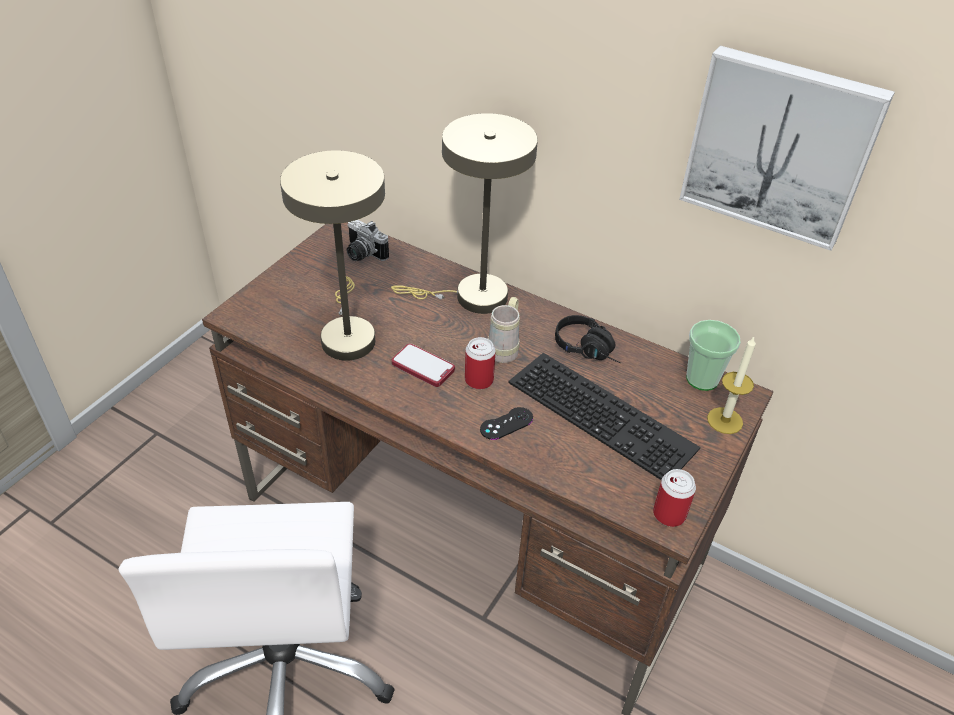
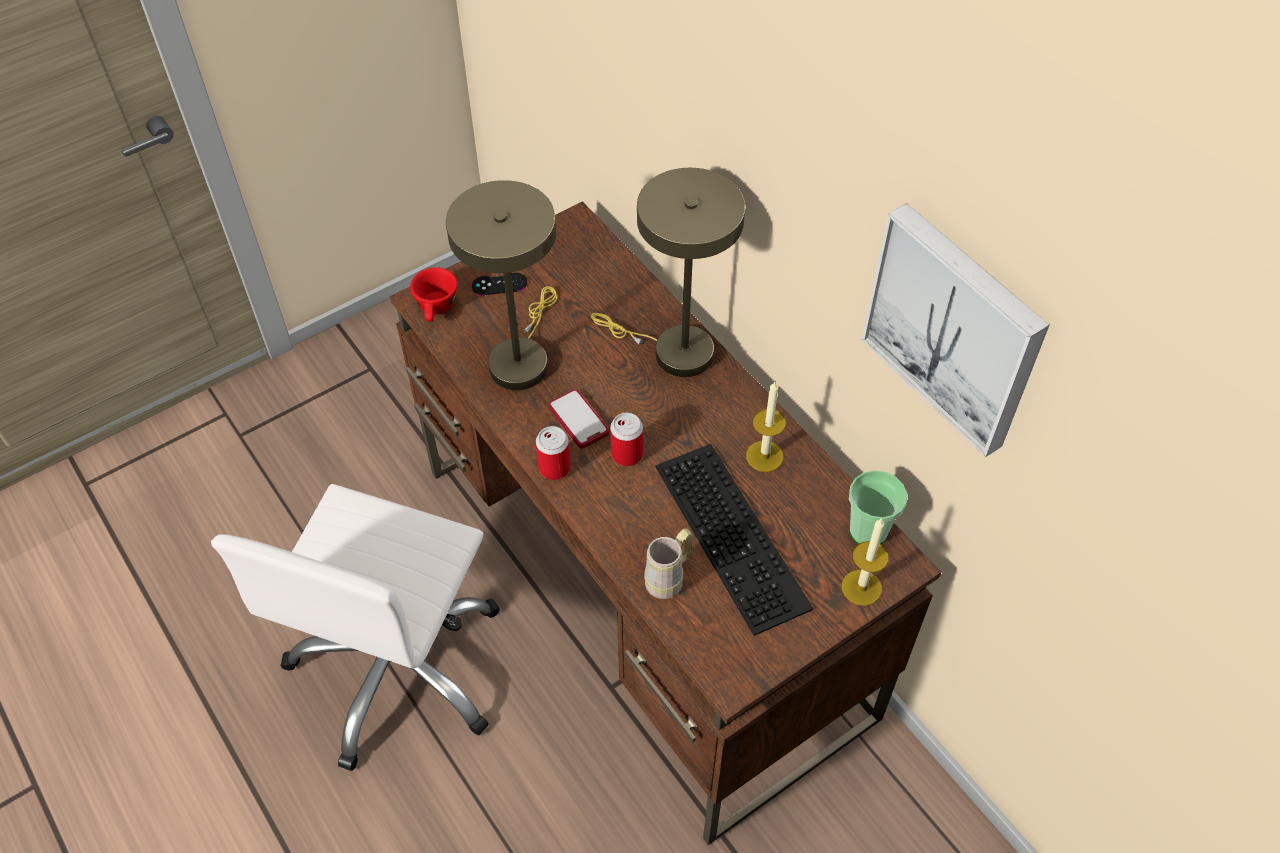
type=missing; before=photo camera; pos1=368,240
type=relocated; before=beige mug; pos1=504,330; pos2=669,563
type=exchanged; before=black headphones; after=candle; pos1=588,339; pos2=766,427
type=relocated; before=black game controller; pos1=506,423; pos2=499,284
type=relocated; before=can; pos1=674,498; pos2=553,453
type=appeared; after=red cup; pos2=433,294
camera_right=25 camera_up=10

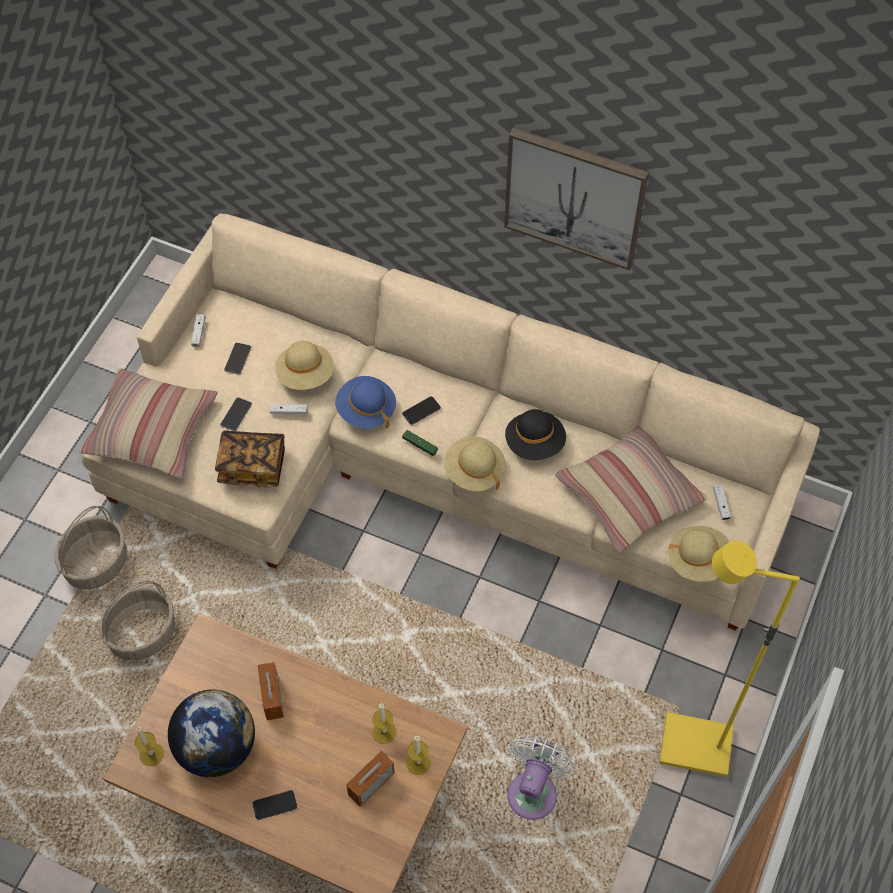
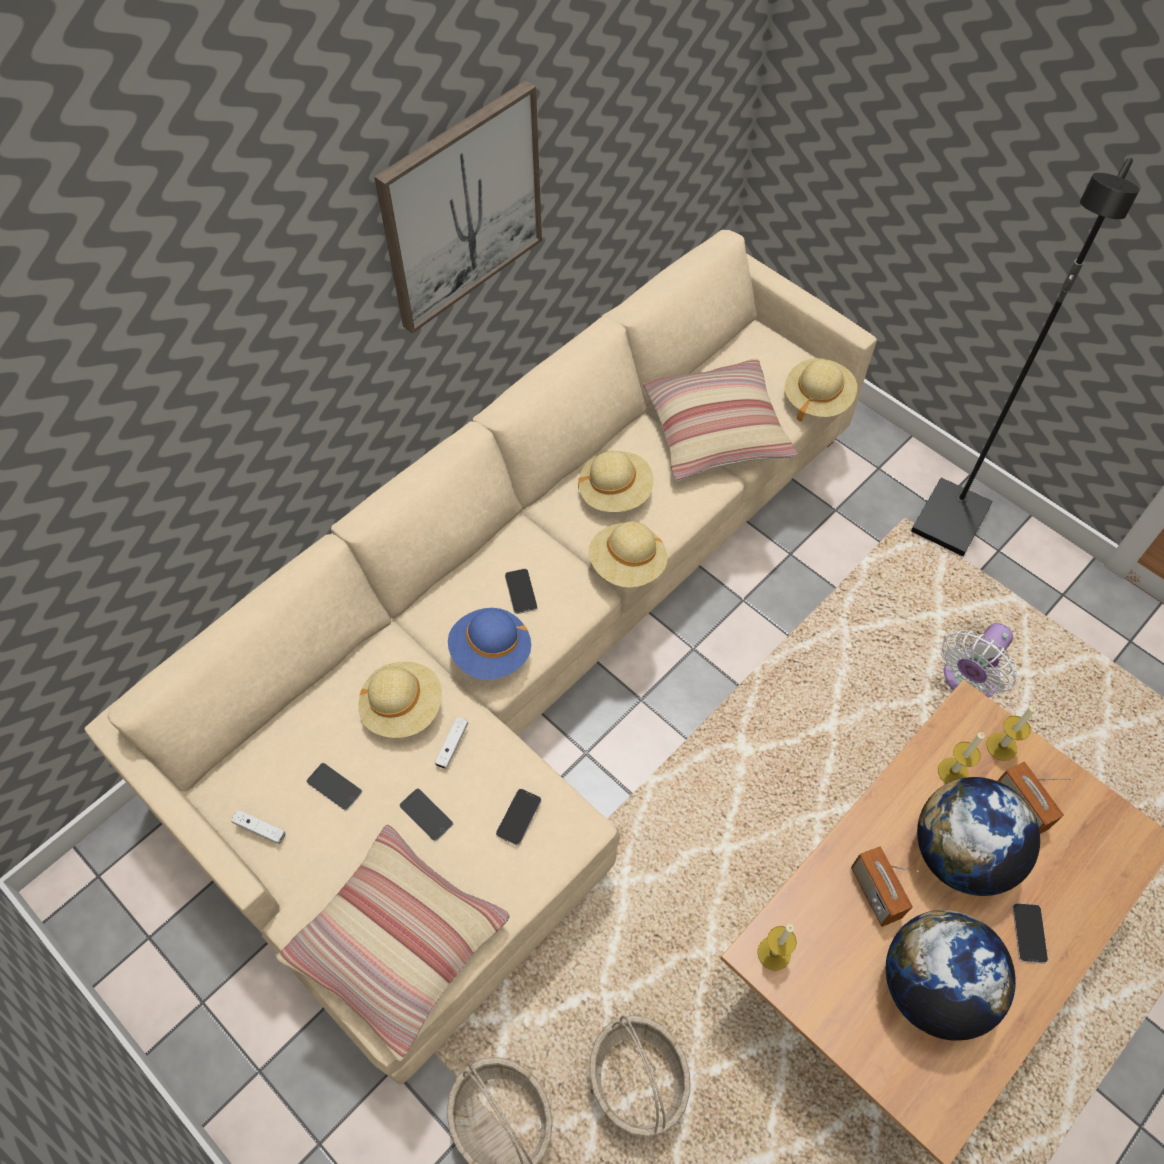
type=colour; before=black hat; after=beige hat; pos1=535,434; pos2=615,481
type=exchanged; before=book; after=phone; pos1=250,459; pos2=519,817
type=missing; before=green game controller; pos1=420,443
type=missing; before=white game controller; pos1=722,502
type=colour; before=yellow floor lamp; after=black floor lamp; pos1=729,658; pos2=1025,357
type=spun; before=radio; pos1=271,691; pos2=885,886; turn=60
type=relocated; before=candle; pos1=149,746; pos2=777,947
type=spun; before=white fan; pos1=542,777; pos2=978,660; turn=-90
type=appeared; after=globe; pos2=978,836
camera_right=-70 camera_up=0

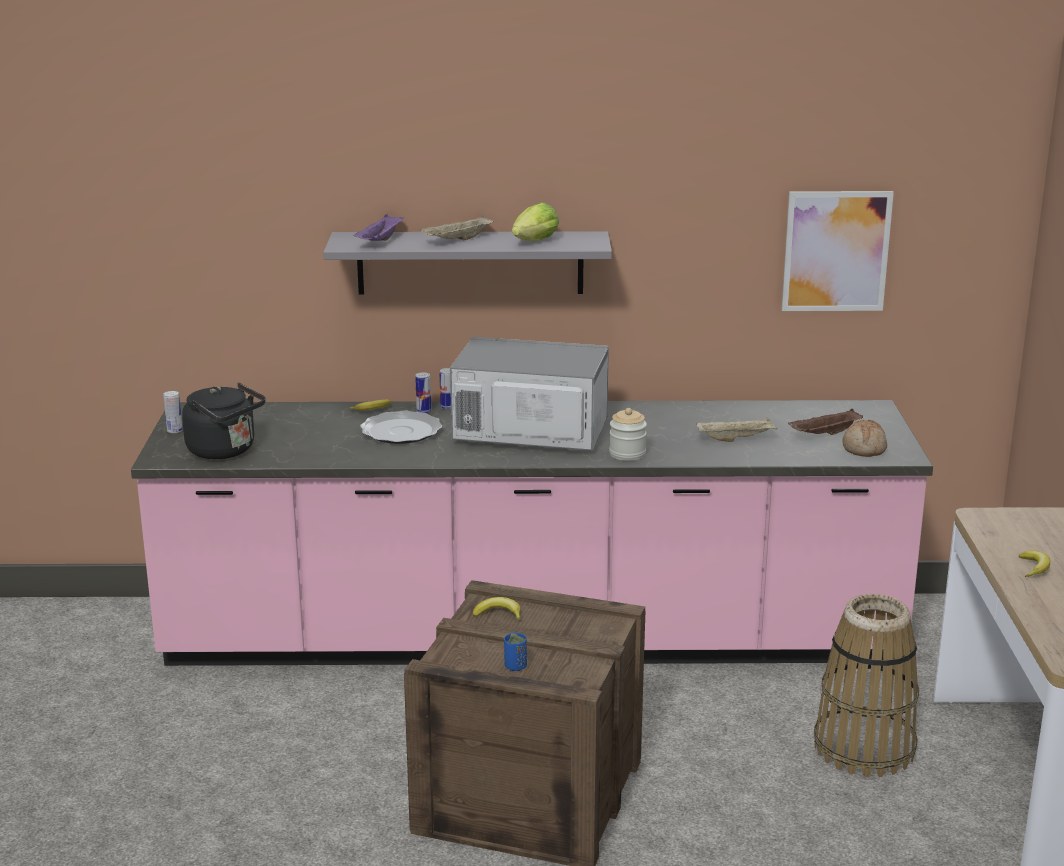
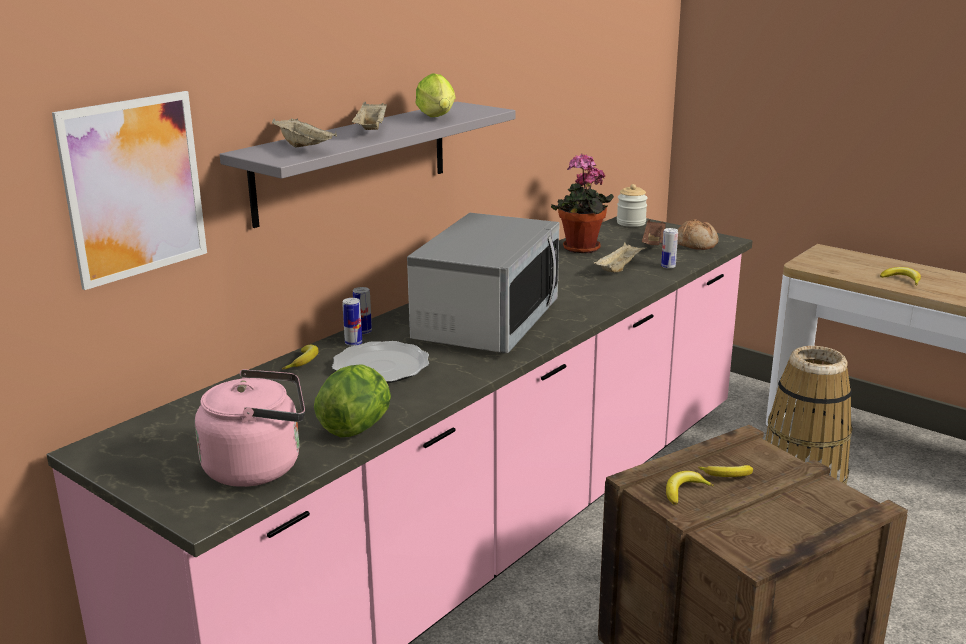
type=relocated; before=picture; pos1=838,251; pos2=129,190
type=colour; before=purple tray; after=beige tray; pos1=378,227; pos2=304,133
type=spun; before=microwave; pos1=529,394; pos2=483,283; turn=150
type=colour; before=black kettle; after=pink kettle; pos1=224,421; pos2=250,428
type=relocated; before=can; pos1=172,412; pos2=669,248
type=relocated; before=jar; pos1=628,434; pos2=632,205
type=missing; before=blue cup; pos1=515,652
type=appeared; after=potted plant; pos2=582,203
type=appeared; after=lettuce; pos2=352,400
type=appeared; after=banana; pos2=725,471
camera_right=-50 camera_up=0

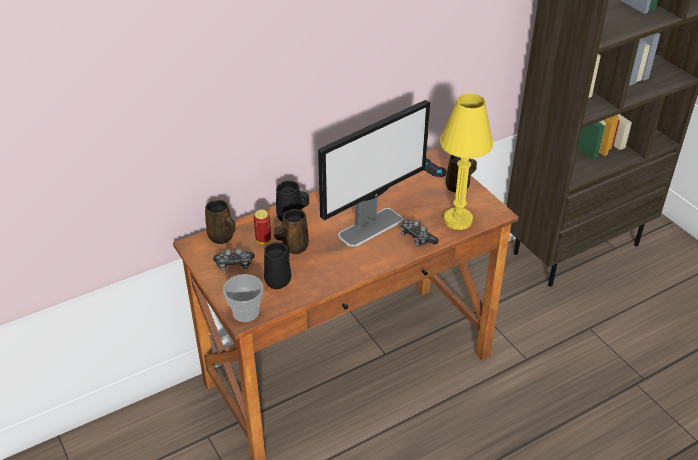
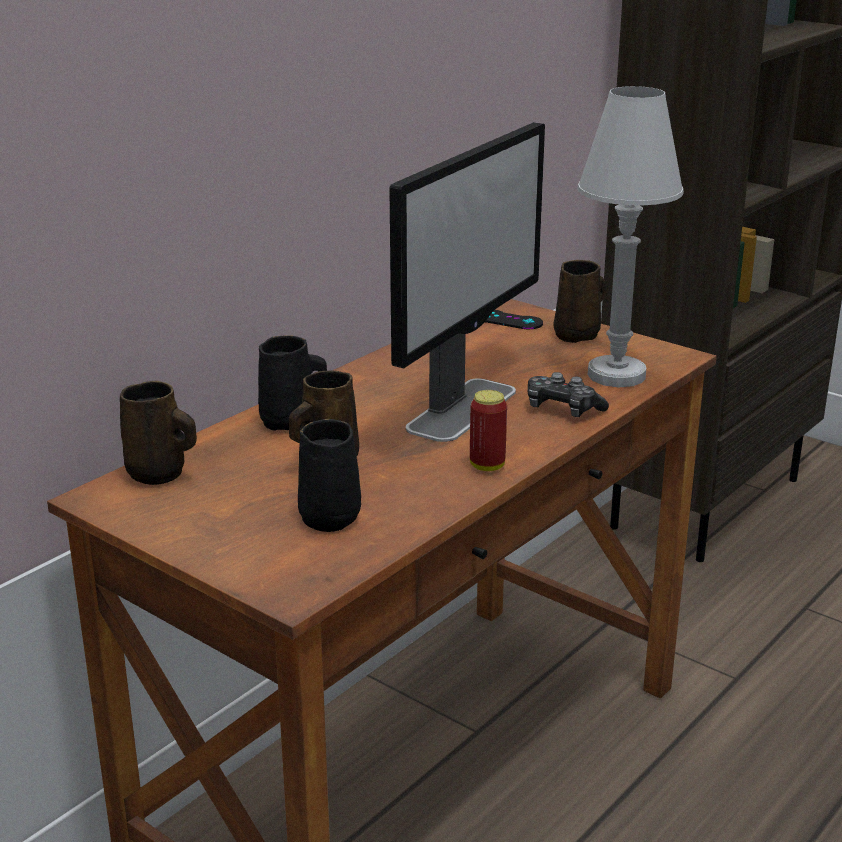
type=colour; before=yellow table lamp; after=white table lamp; pos1=466,161; pos2=630,236
type=relocated; before=can; pos1=262,227; pos2=488,430
type=missing; before=game controller; pos1=234,259
type=missing; before=cup; pos1=243,298
camera_right=-20 camera_up=-15

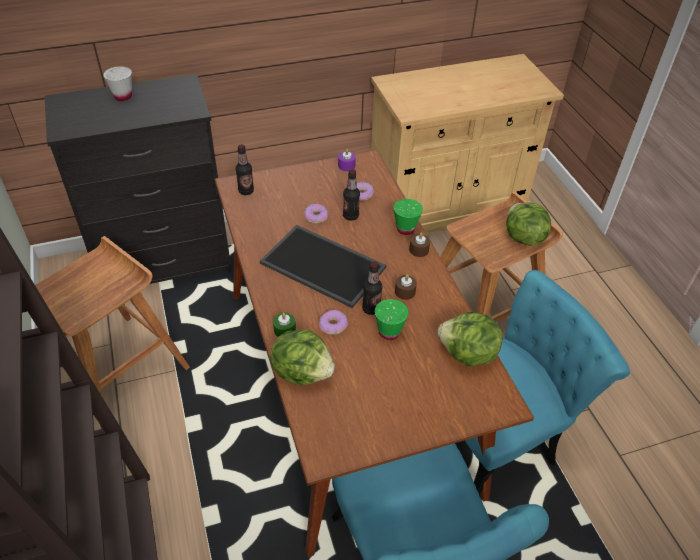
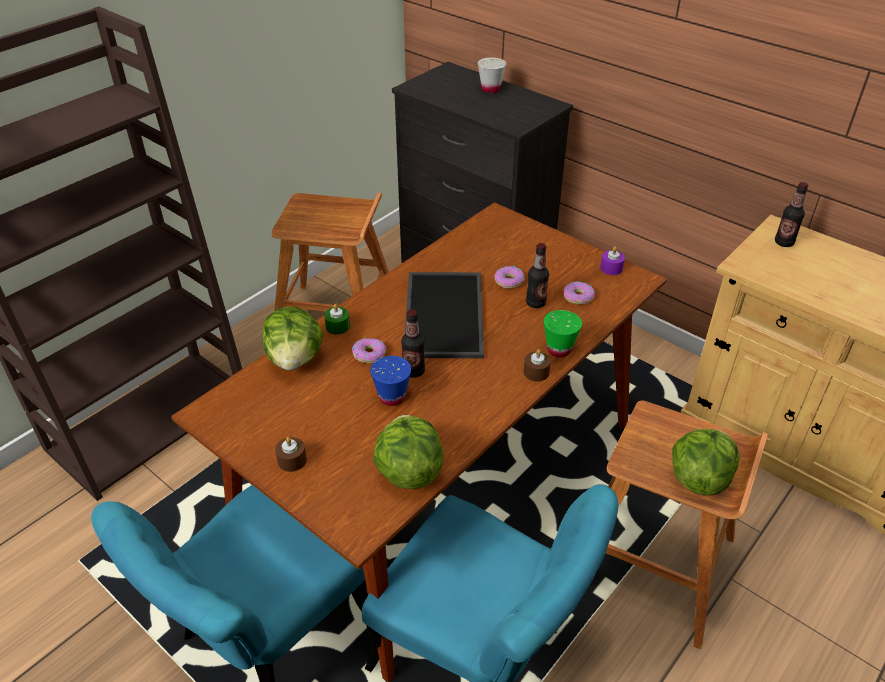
type=relocated; before=bottle; pos1=245,169; pos2=791,214
type=relocated; before=brown candle; pos1=406,287; pos2=291,454
type=colour; before=green cup; after=blue cup; pos1=392,319; pos2=390,381
camera_right=60 camera_up=-5

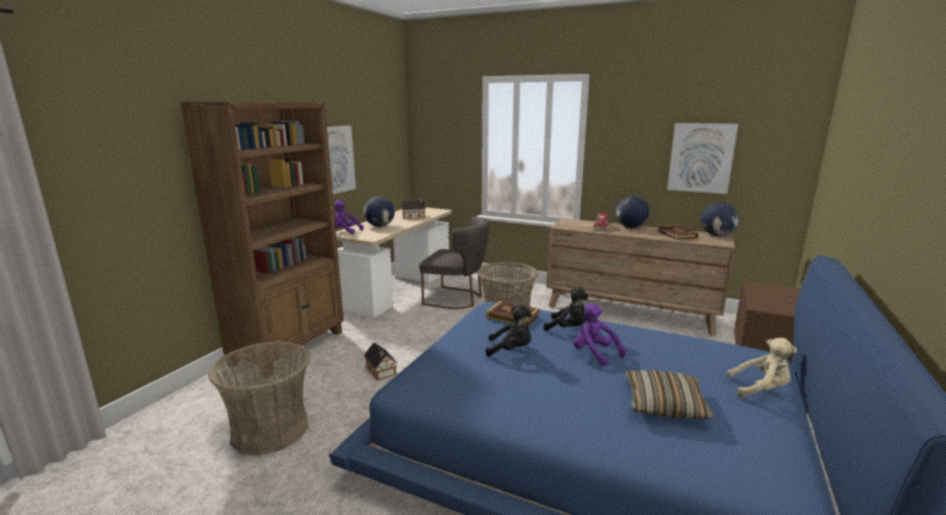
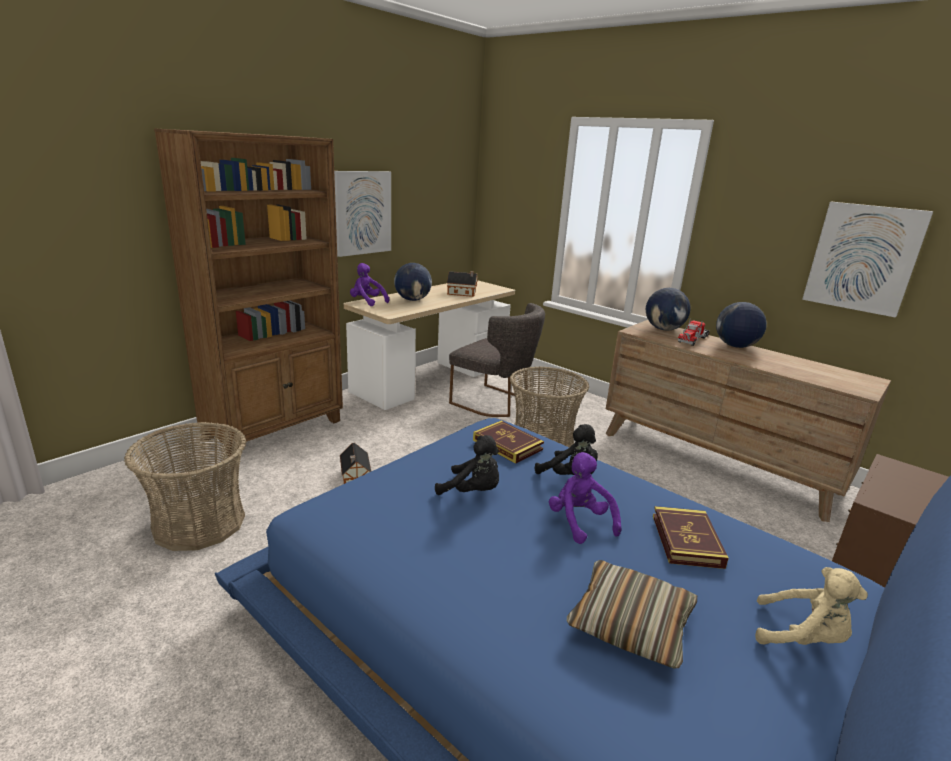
type=relocated; before=globe; pos1=720,219; pos2=668,309
type=relocated; before=book; pos1=678,232; pos2=691,537
camera_right=15 camera_up=5

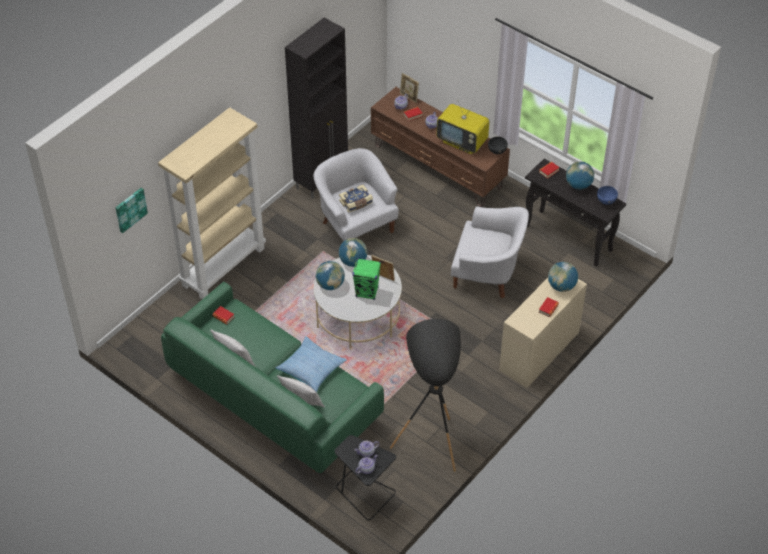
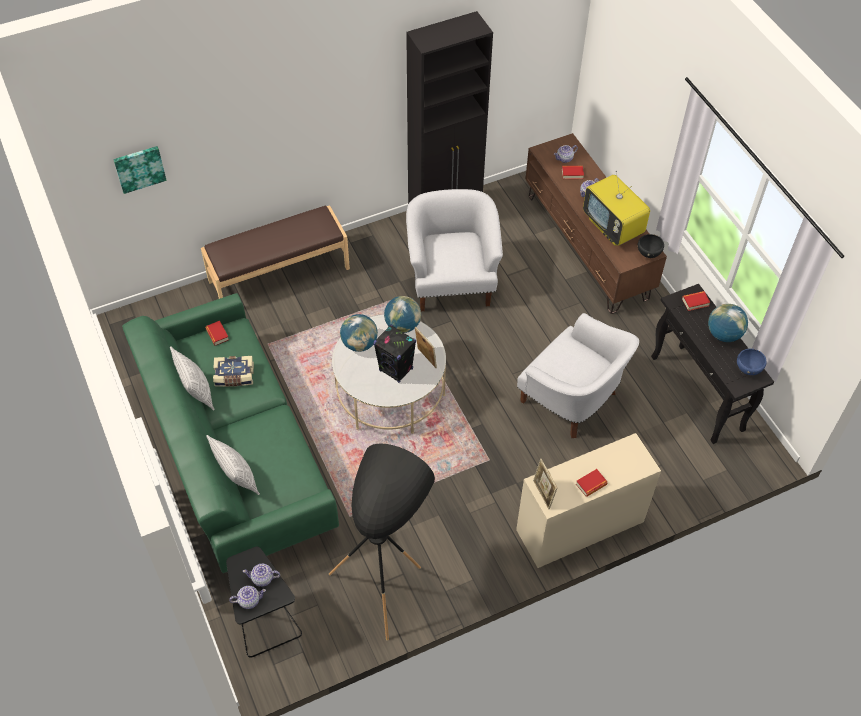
type=relocated; before=picture frame; pos1=409,88; pos2=545,484
type=exchanged; before=beige bookcase; after=brown bench; pos1=212,203; pos2=275,252
type=relocated; before=book; pos1=356,199; pos2=233,371
type=colour; before=green speaker; after=black speaker; pos1=366,279; pos2=394,354
type=missing; before=globe; pos1=563,277
type=missing; before=pillow; pos1=311,364
camera_right=25 camera_up=5

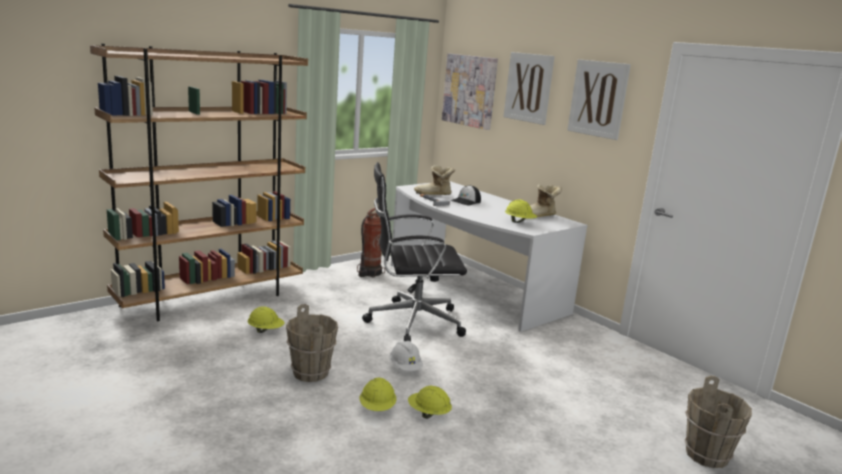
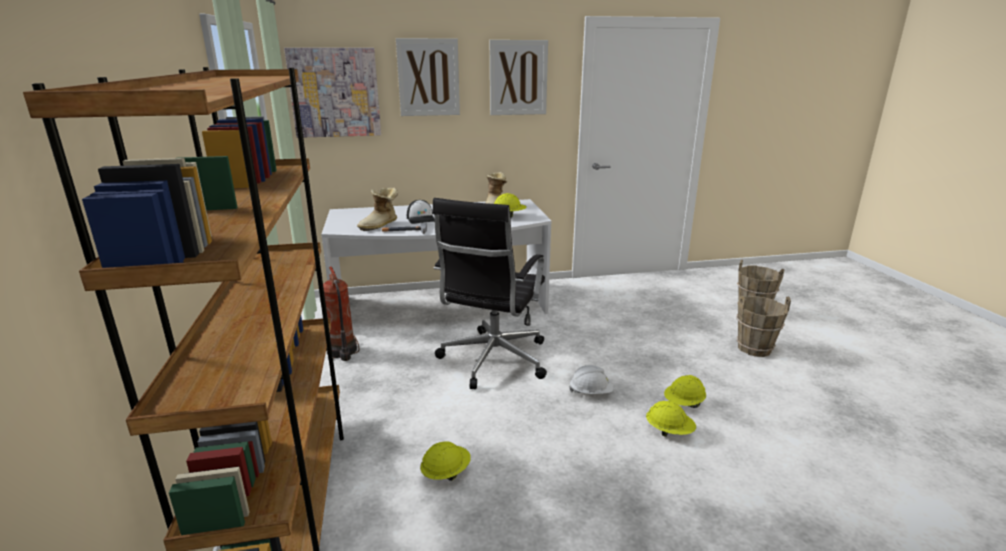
type=relocated; before=brown bucket; pos1=312,343; pos2=763,326
camera_right=-60 camera_up=5

